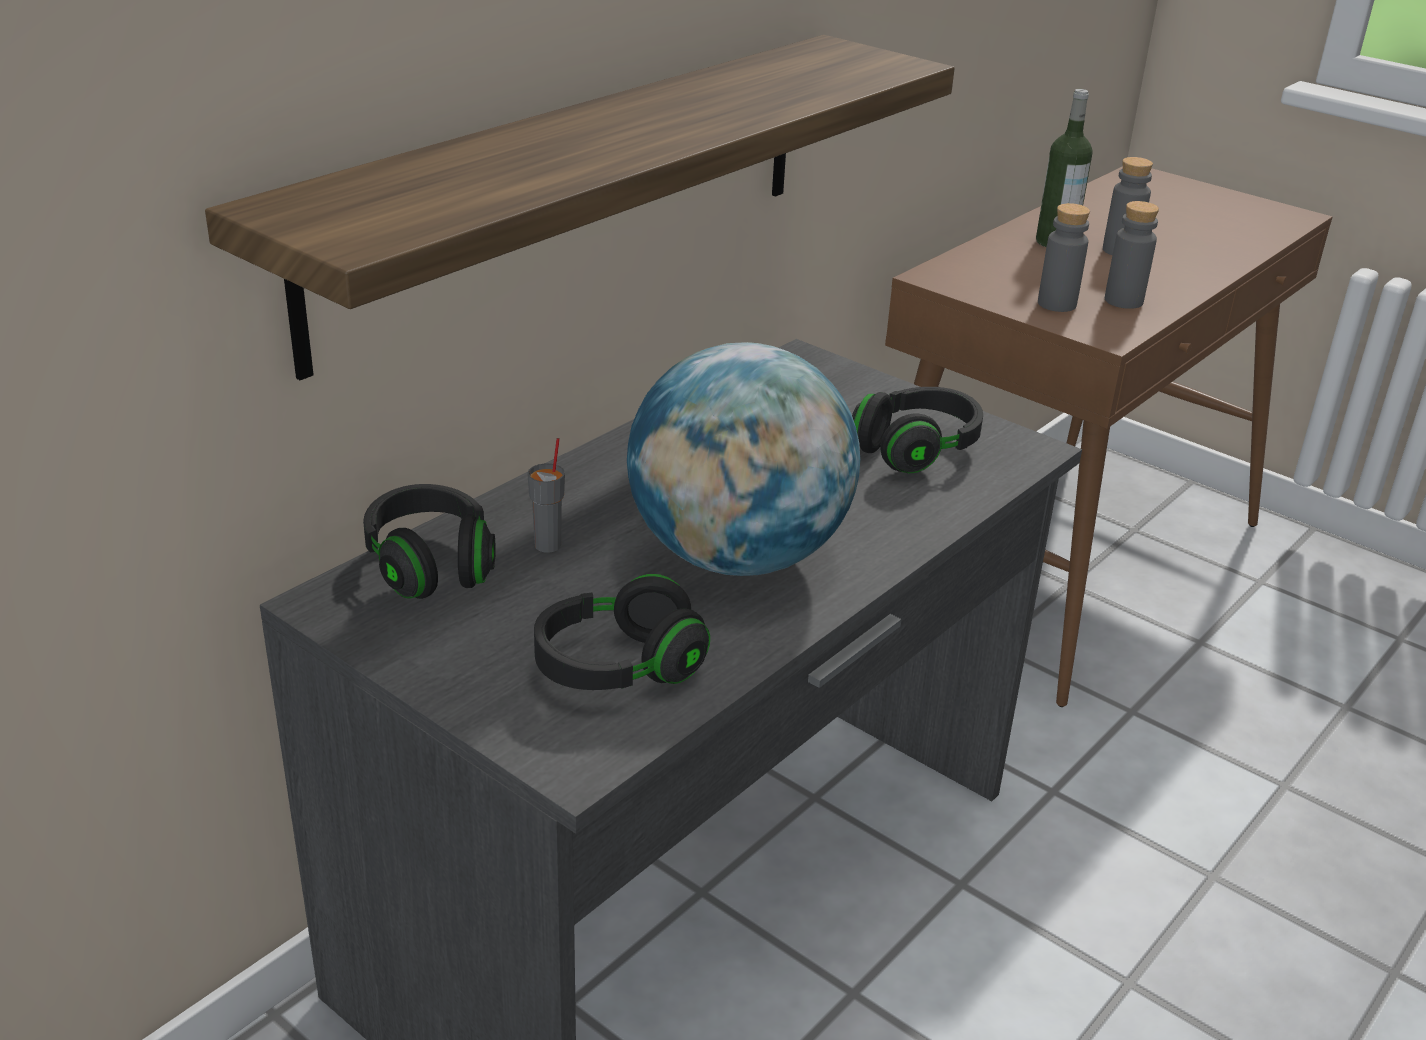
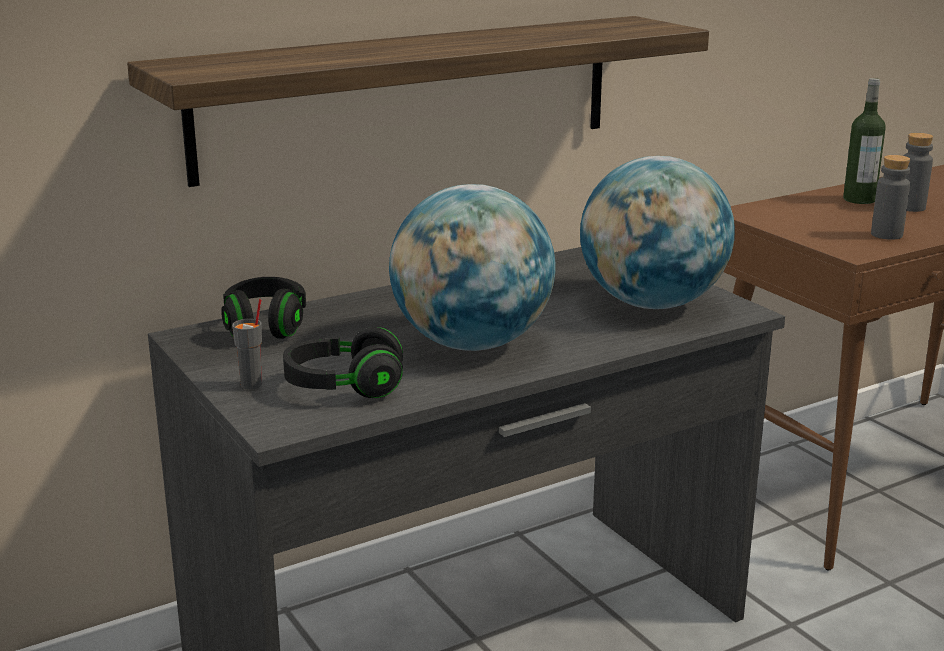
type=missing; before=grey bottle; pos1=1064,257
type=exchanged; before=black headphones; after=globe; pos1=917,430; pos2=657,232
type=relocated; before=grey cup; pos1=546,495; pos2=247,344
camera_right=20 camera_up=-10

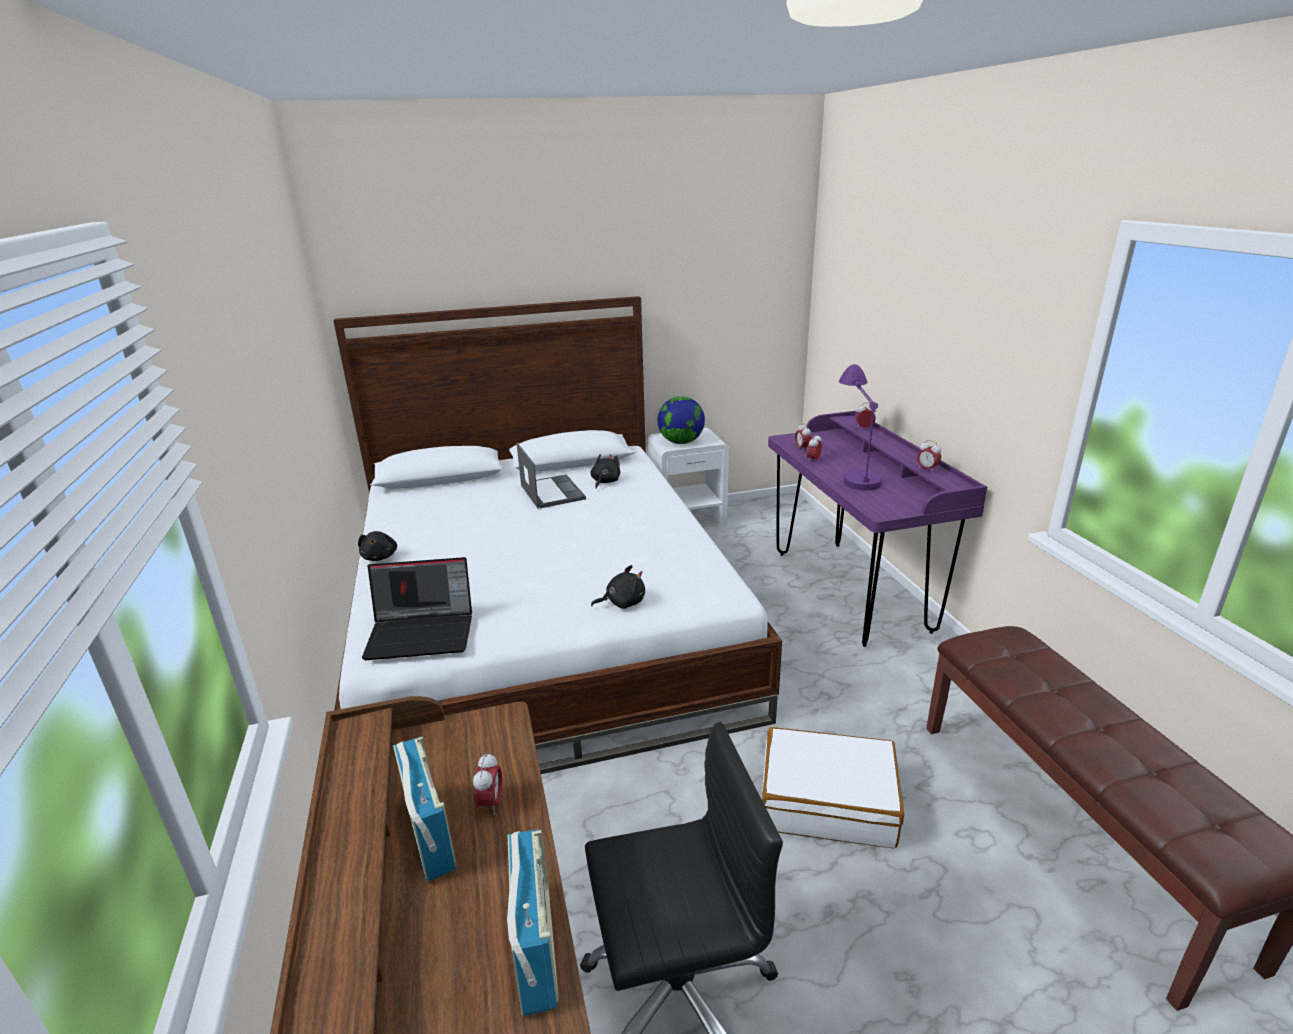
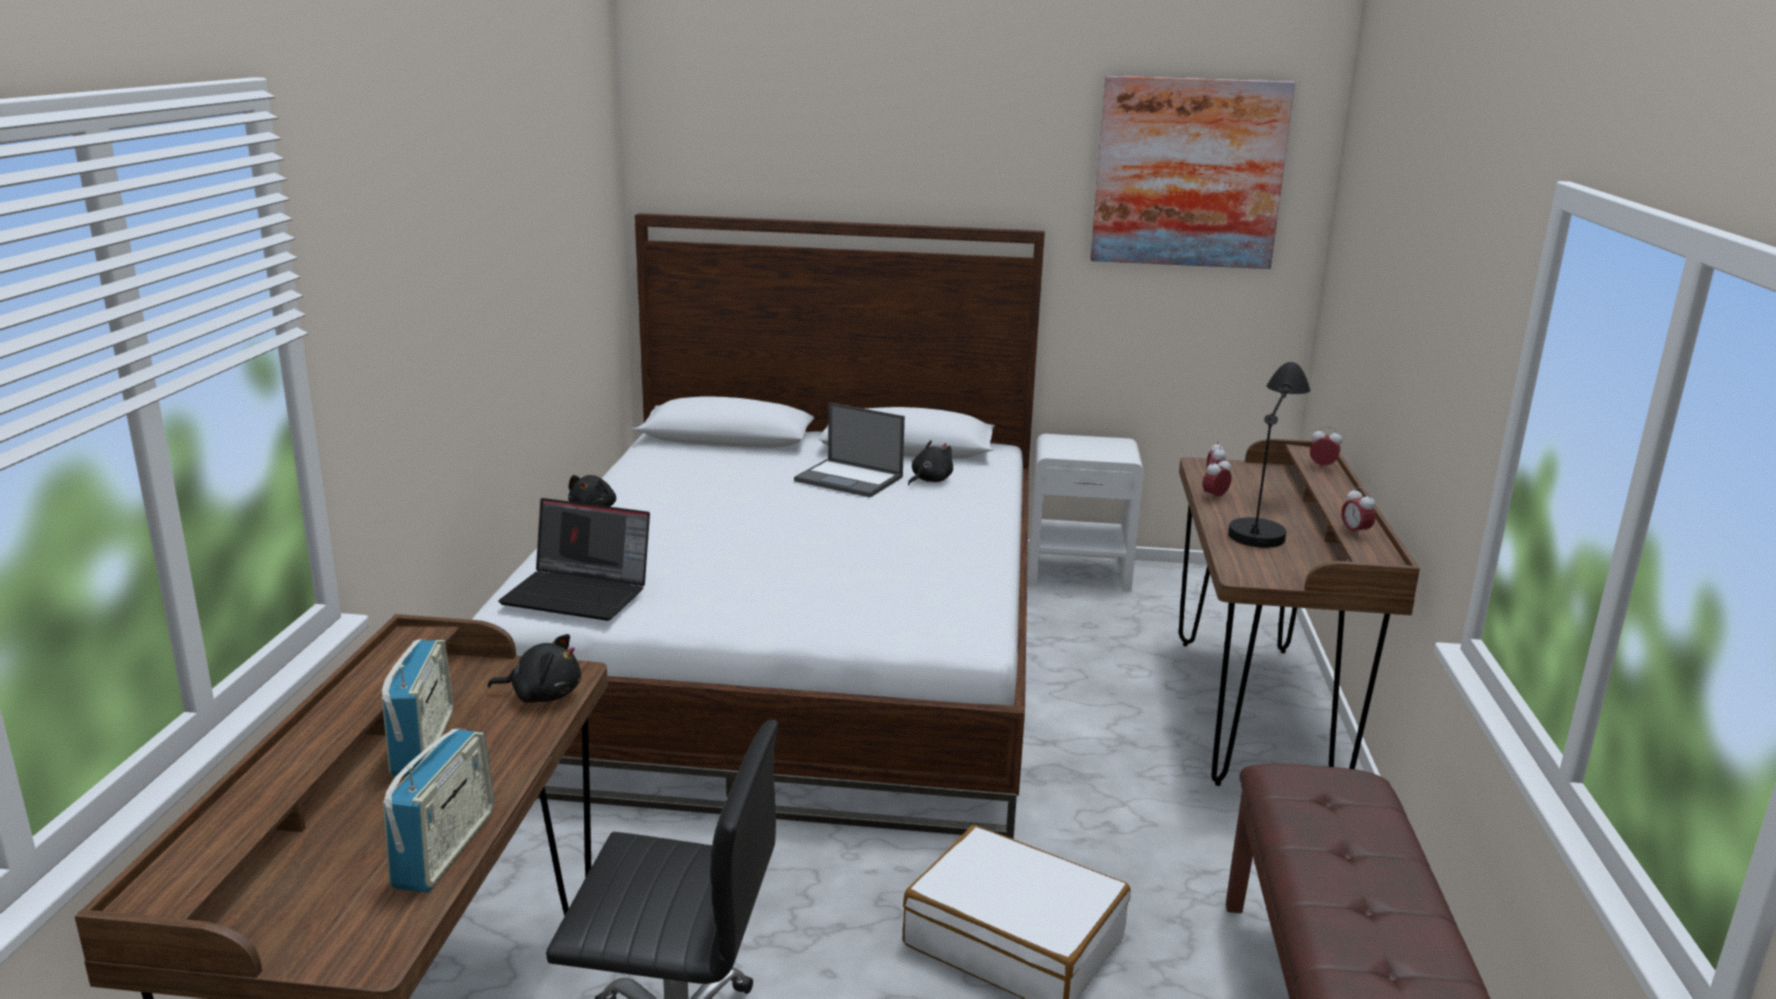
type=colour; before=purple table lamp; after=black table lamp; pos1=860,427; pos2=1269,455
type=missing; before=globe; pos1=681,420
type=colour; before=purple desk; after=brown desk; pos1=877,529; pos2=1299,612
type=spun; before=laptop; pos1=551,476; pos2=849,450; turn=120
type=relocated; before=black plush toy; pos1=618,587; pos2=534,668
type=missing; before=alarm clock; pos1=487,783
type=appeared; after=picture; pos2=1192,172
camera_right=20 camera_up=-5

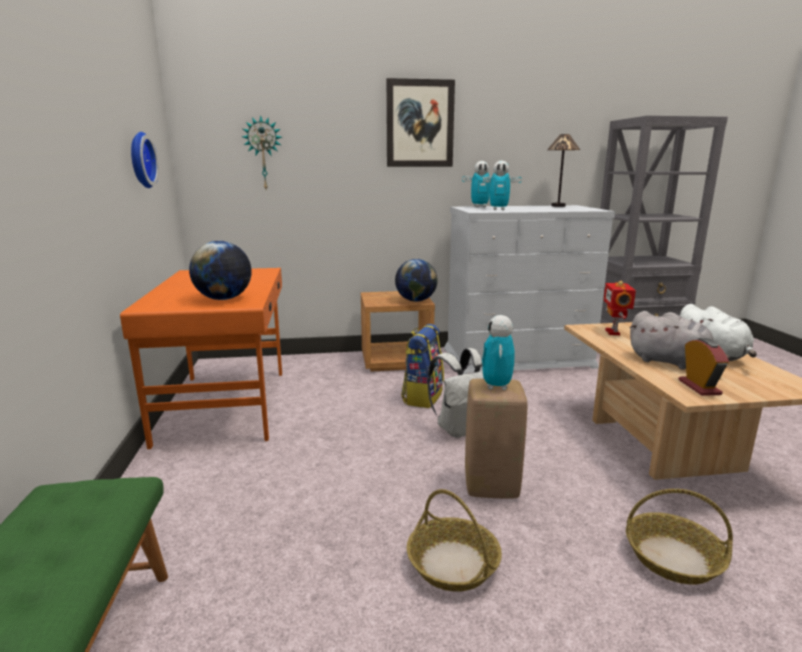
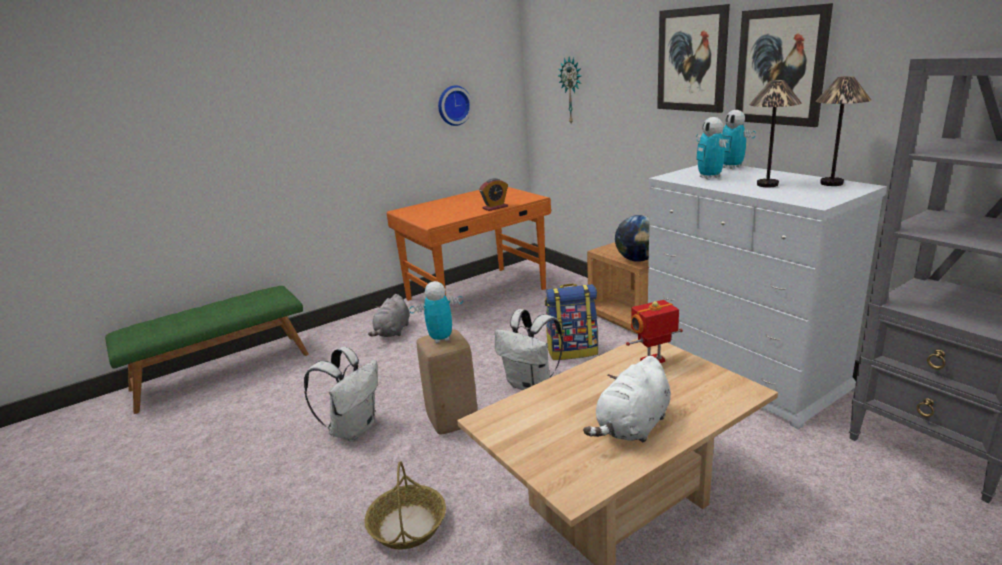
type=missing; before=globe; pos1=220,270
type=relocated; before=grey plush toy; pos1=679,340; pos2=389,315
type=relocated; before=alarm clock; pos1=703,367; pos2=493,194
type=exchanged; before=basket; after=white backpack; pos1=454,540; pos2=341,394
type=appeared; after=picture; pos2=784,65
type=appeared; after=table lamp; pos2=775,133
camera_right=65 camera_up=5

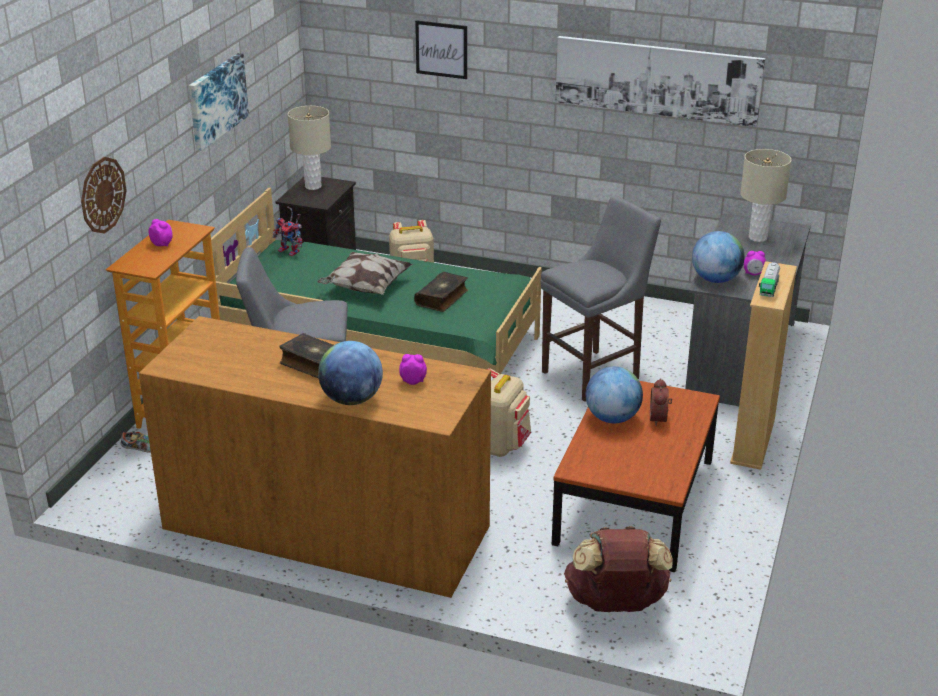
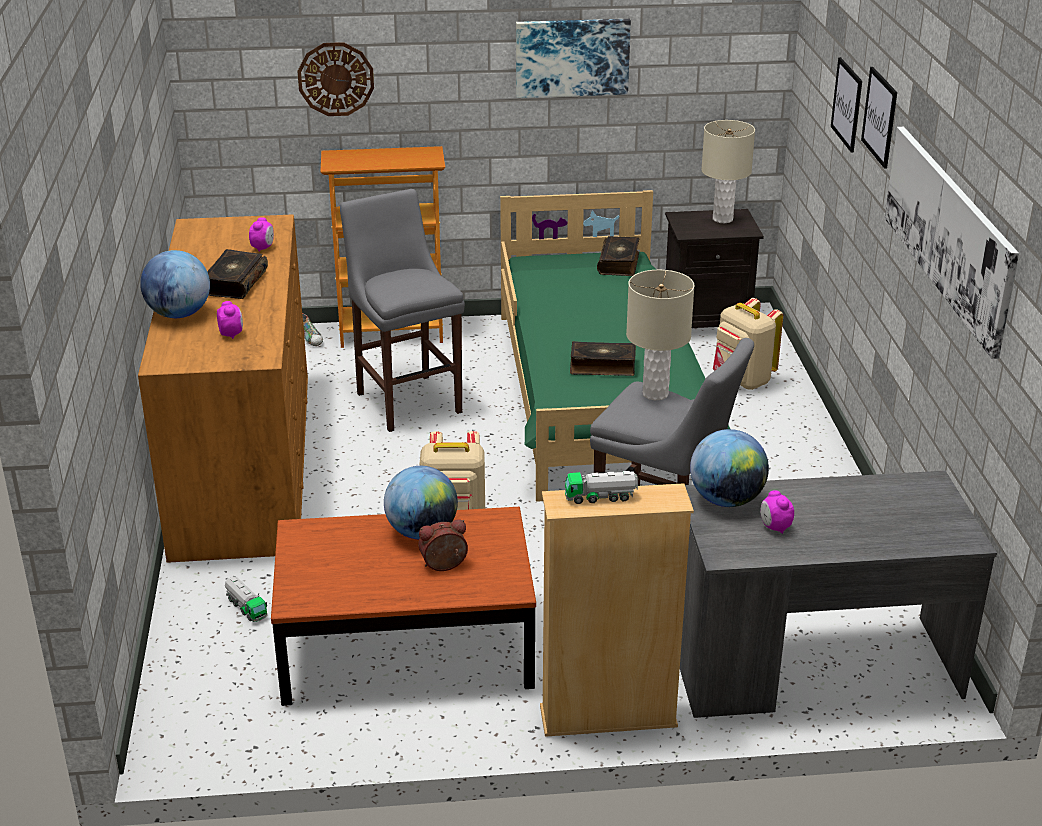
type=relocated; before=beige table lamp; pos1=765,195; pos2=660,335
type=exchanged; before=toy robot; after=book; pos1=288,231; pos2=618,256
type=relocated; before=alarm clock; pos1=161,233; pos2=261,235
type=missing; before=pillow; pos1=364,273
type=missing; before=brown backpack; pos1=618,569
type=appeared; after=picture; pos2=879,118
type=appeared; after=toy truck; pos2=246,599
camera_right=65 camera_up=0

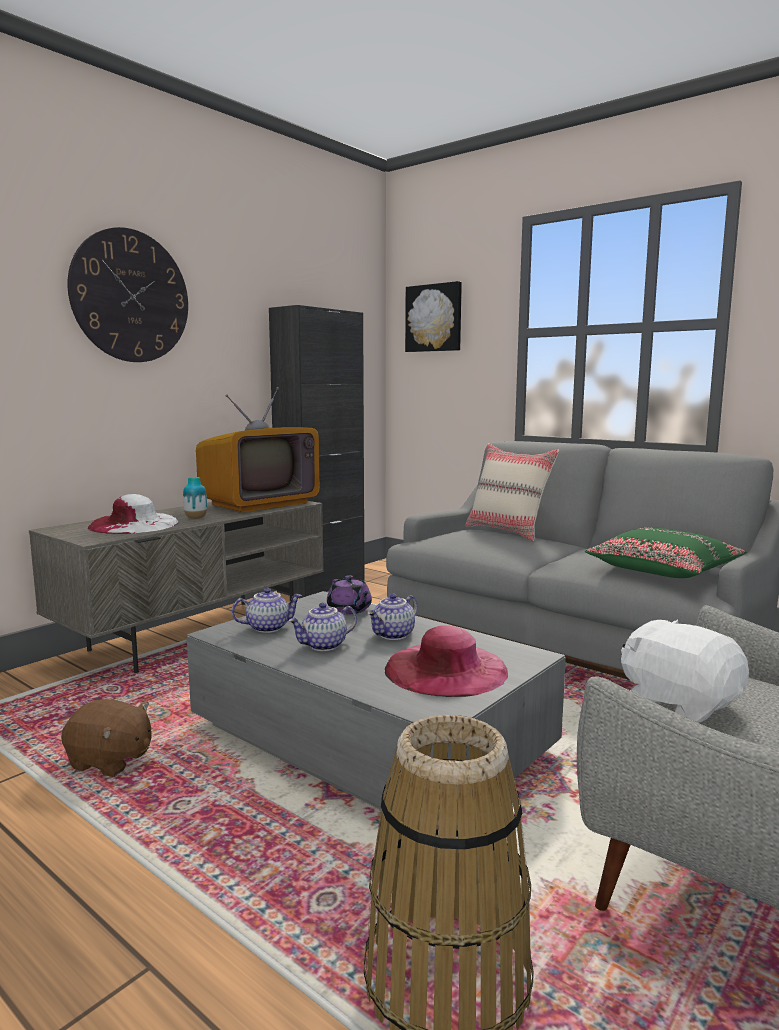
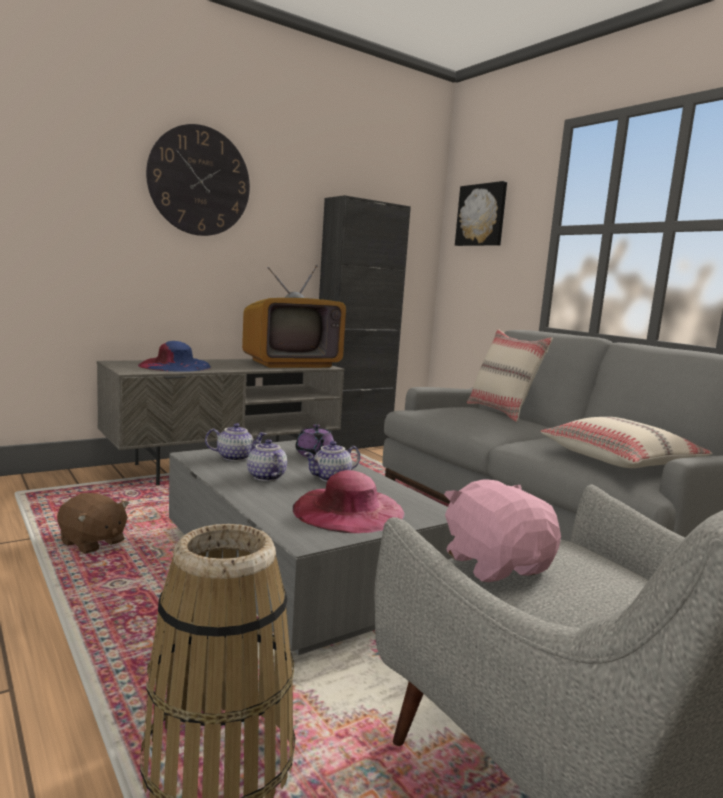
type=missing; before=vase; pos1=195,498
type=colour; before=white hat; after=blue hat; pos1=133,514; pos2=174,356
type=colour; before=green pillow; after=beige pillow; pos1=666,552; pos2=626,442
type=spun; before=teapot; pos1=322,627; pos2=267,460; turn=75
type=colour; before=white plush toy; after=pink plush toy; pos1=685,671; pos2=502,530
camera_right=15 camera_up=0

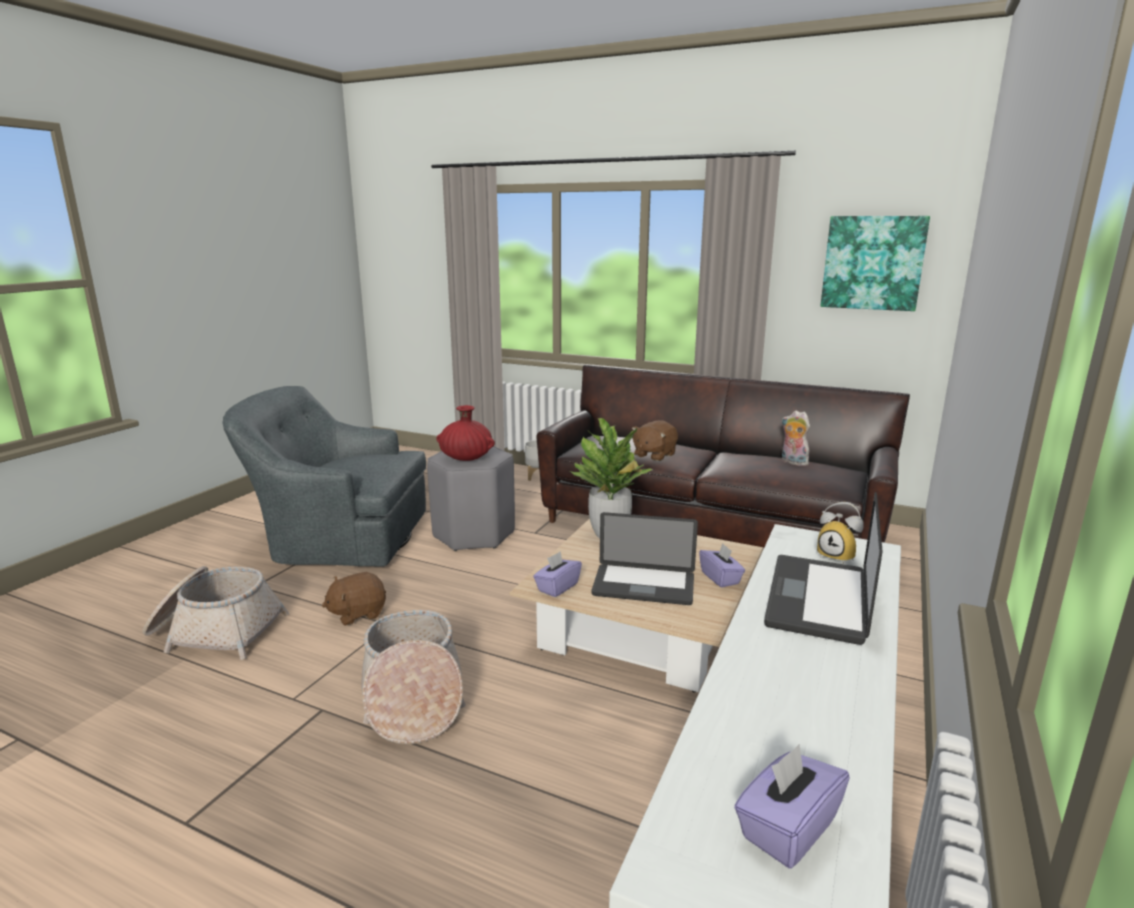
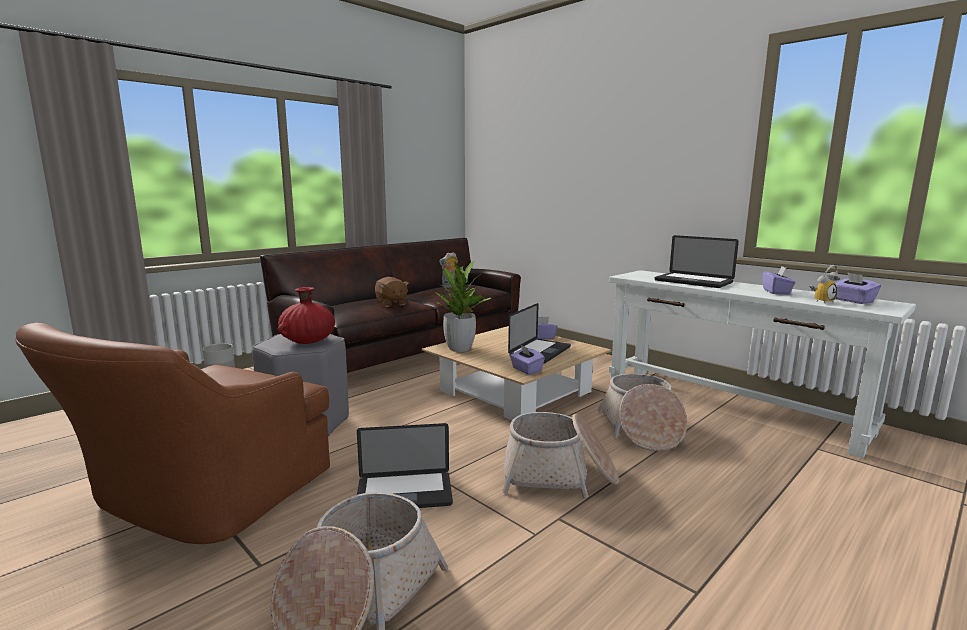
type=missing; before=picture; pos1=875,263
type=colour; before=grey armchair; after=brown armchair; pos1=324,476; pos2=172,433
type=relocated; before=alarm clock; pos1=840,533; pos2=825,284
type=exchanged; before=brown plush toy; after=laptop; pos1=354,599; pos2=405,465
type=appeared; after=purple tissue box; pos2=778,281
type=appeared; after=basket; pos2=642,412
camera_right=-70 camera_up=-5

